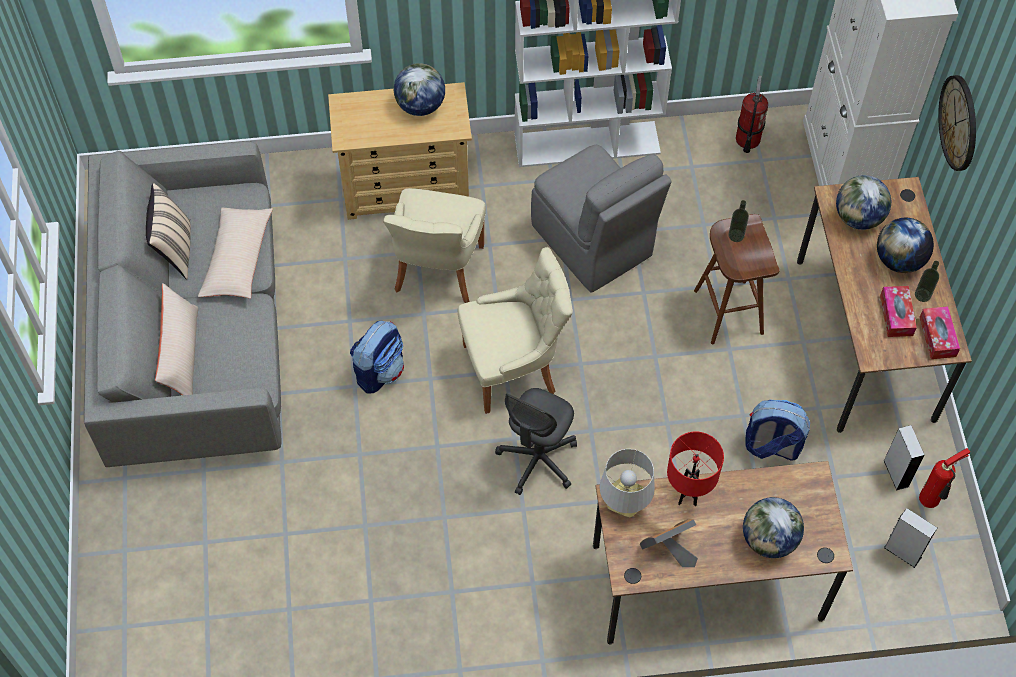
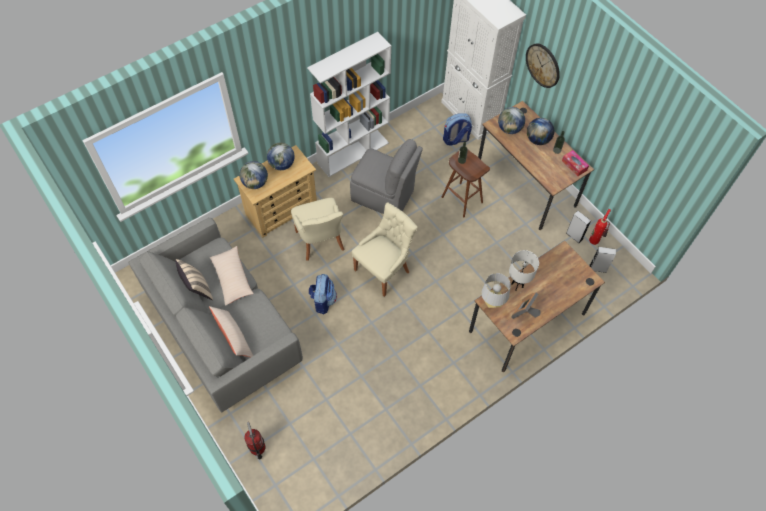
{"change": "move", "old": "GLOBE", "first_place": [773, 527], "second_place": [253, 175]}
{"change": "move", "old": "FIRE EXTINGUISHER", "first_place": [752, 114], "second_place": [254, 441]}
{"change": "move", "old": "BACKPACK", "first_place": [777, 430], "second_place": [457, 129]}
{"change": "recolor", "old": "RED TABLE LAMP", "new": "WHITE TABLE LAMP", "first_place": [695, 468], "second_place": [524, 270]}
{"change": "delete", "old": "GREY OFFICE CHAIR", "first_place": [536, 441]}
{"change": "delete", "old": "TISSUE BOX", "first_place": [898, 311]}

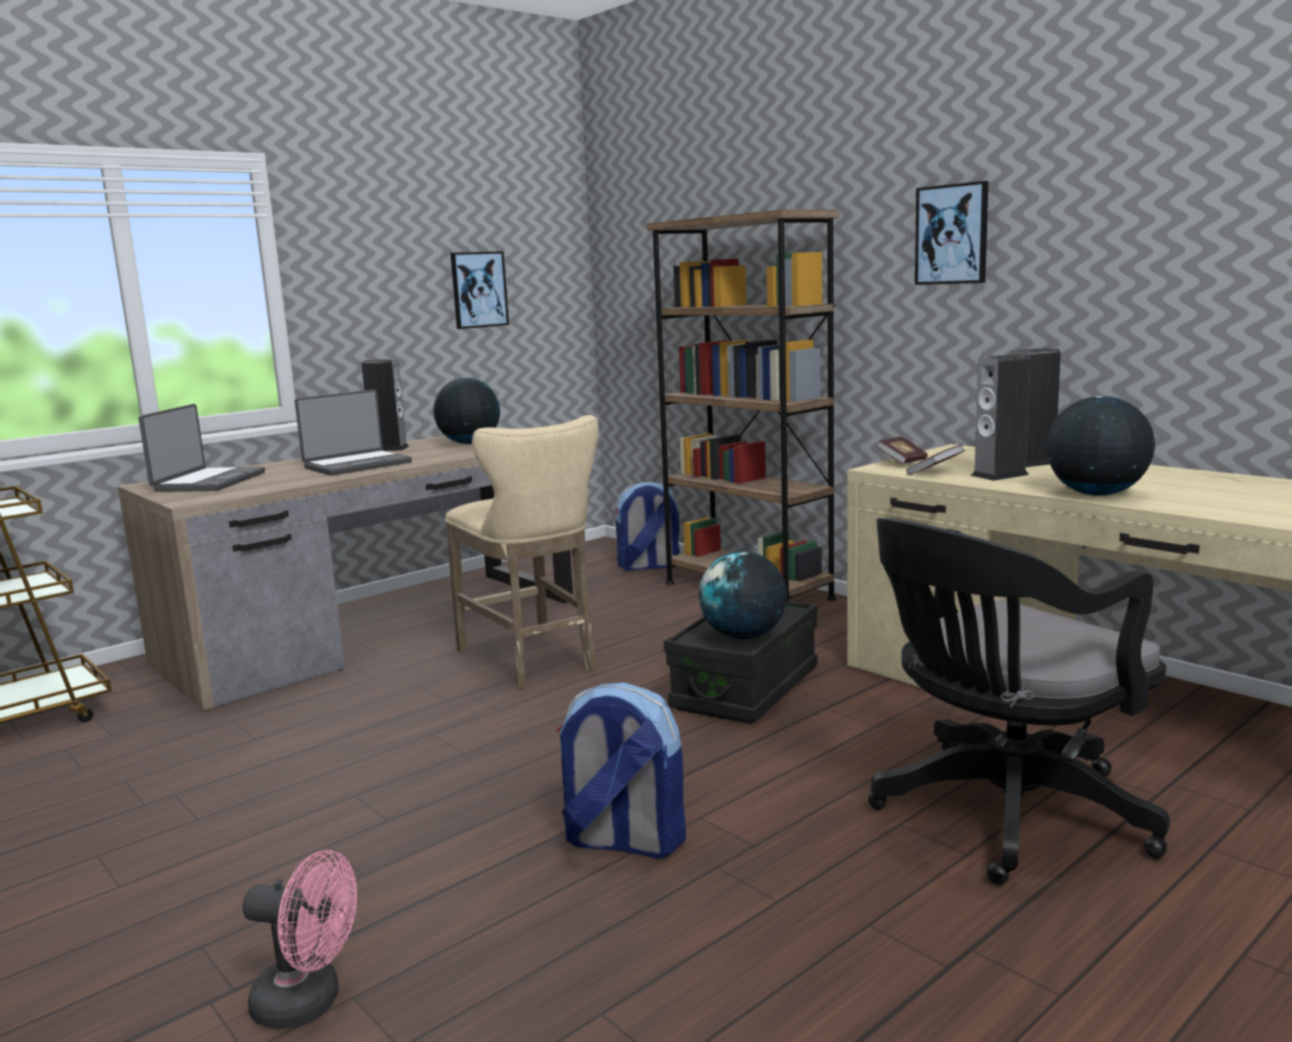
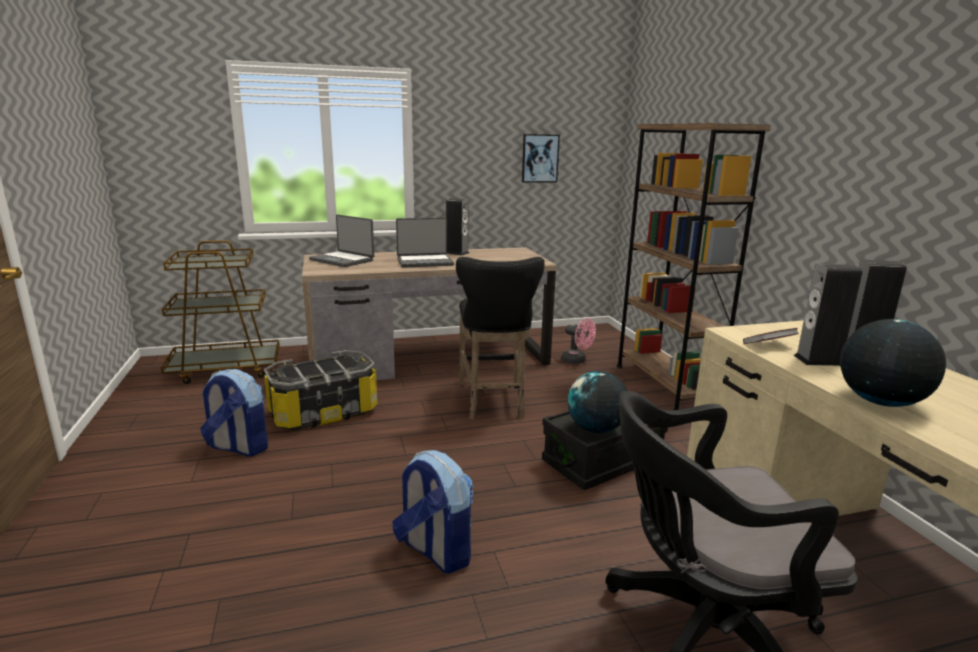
{"change": "move", "old": "BACKPACK", "first_place": [647, 526], "second_place": [234, 413]}
{"change": "insert", "new": "STORAGE BOX", "second_place": [320, 390]}
{"change": "rotate", "old": "LAPTOP", "first_place": [202, 448], "second_place": [341, 241], "degrees": 90}
{"change": "recolor", "old": "BEIGE STOOL", "new": "BLACK STOOL", "first_place": [522, 552], "second_place": [500, 338]}
{"change": "move", "old": "PINK FAN", "first_place": [300, 939], "second_place": [578, 341]}
{"change": "delete", "old": "GLOBE", "first_place": [467, 410]}
{"change": "delete", "old": "BOOK", "first_place": [902, 450]}
{"change": "delete", "old": "PICTURE", "first_place": [951, 233]}

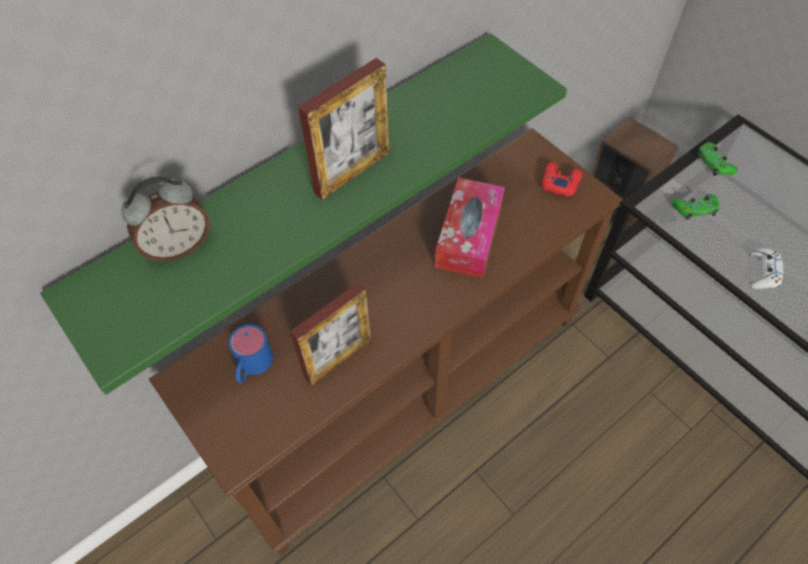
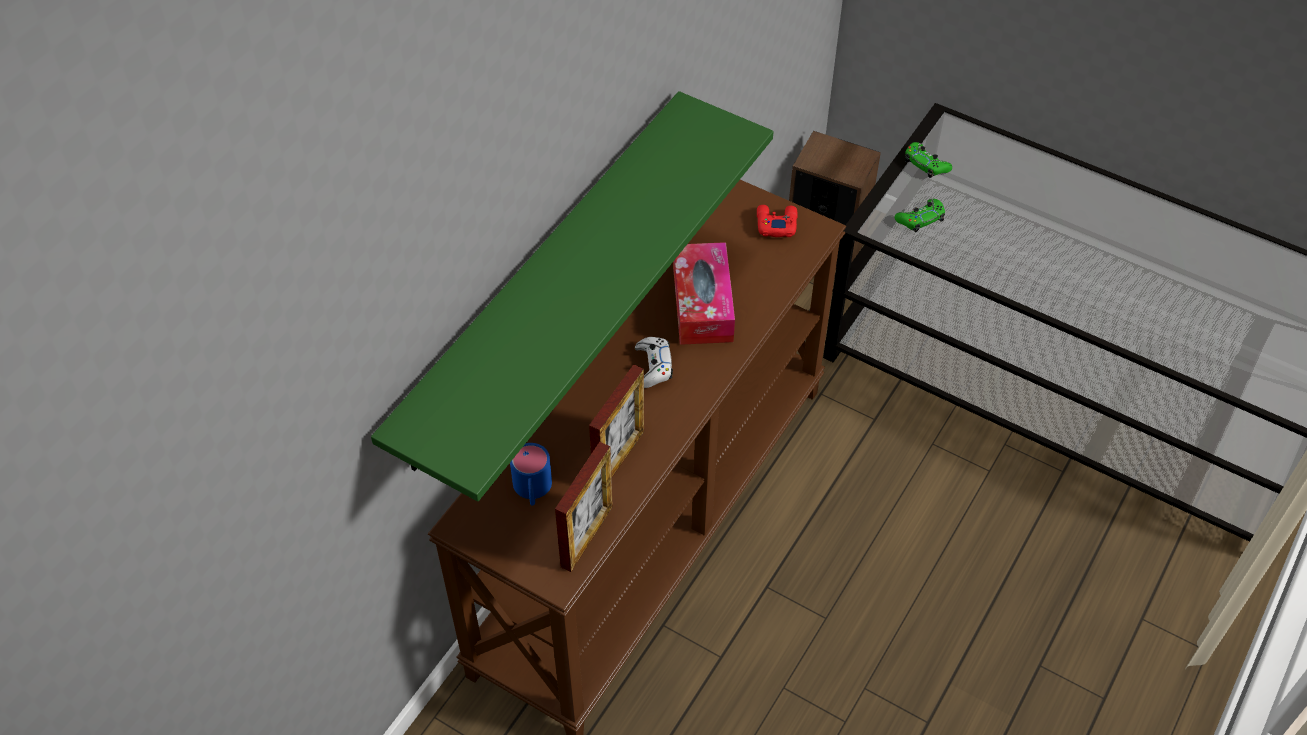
{"change": "move", "old": "PICTURE FRAME", "first_place": [343, 129], "second_place": [584, 507]}
{"change": "move", "old": "WHITE GAME CONTROLLER", "first_place": [766, 268], "second_place": [654, 362]}
{"change": "delete", "old": "ALARM CLOCK", "first_place": [165, 219]}

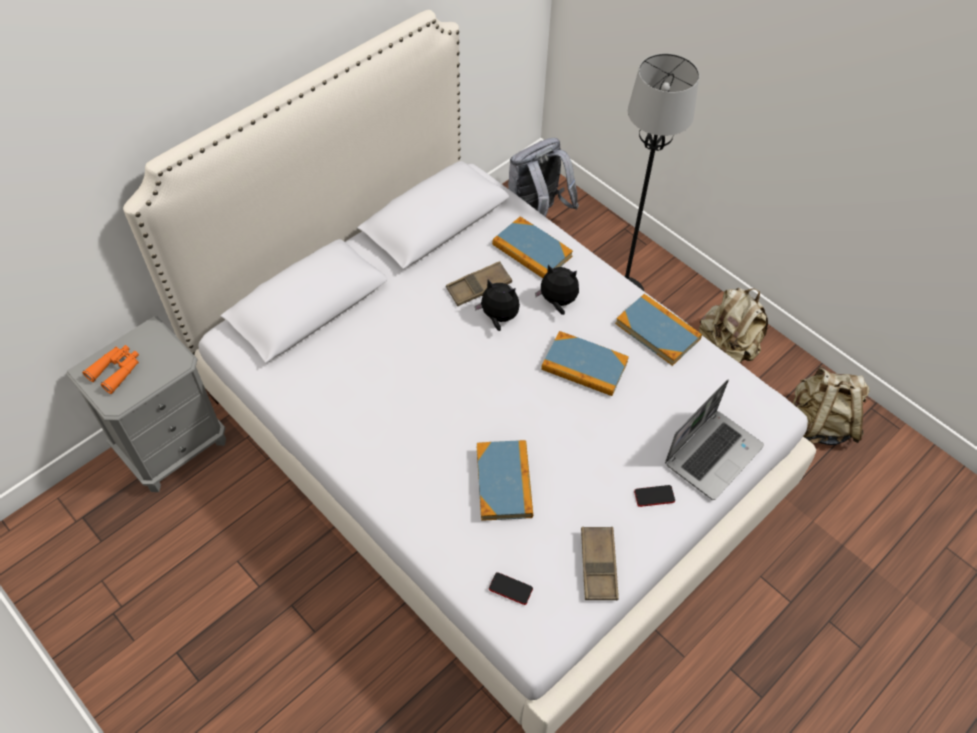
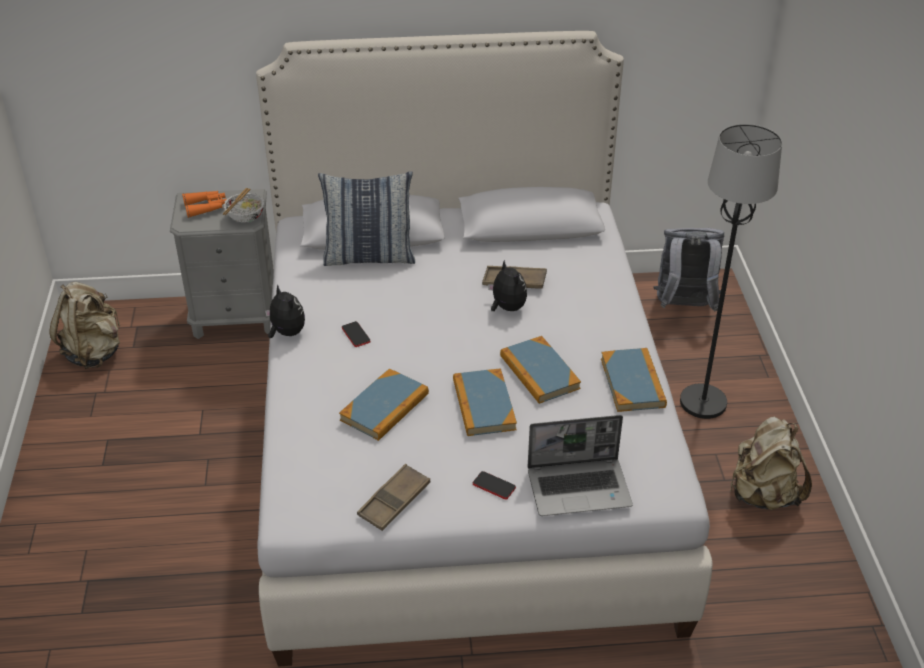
{"change": "move", "old": "BEIGE BACKPACK", "first_place": [831, 405], "second_place": [84, 325]}
{"change": "insert", "new": "BOWL", "second_place": [244, 205]}
{"change": "move", "old": "PLUSH TOY", "first_place": [557, 290], "second_place": [285, 311]}
{"change": "insert", "new": "PILLOW", "second_place": [366, 218]}
{"change": "move", "old": "PHONE", "first_place": [511, 588], "second_place": [356, 334]}
{"change": "move", "old": "BOOK", "first_place": [532, 247], "second_place": [485, 402]}

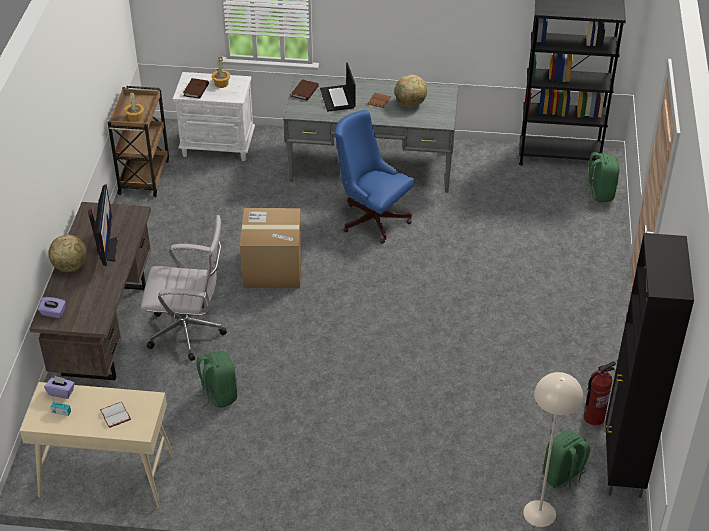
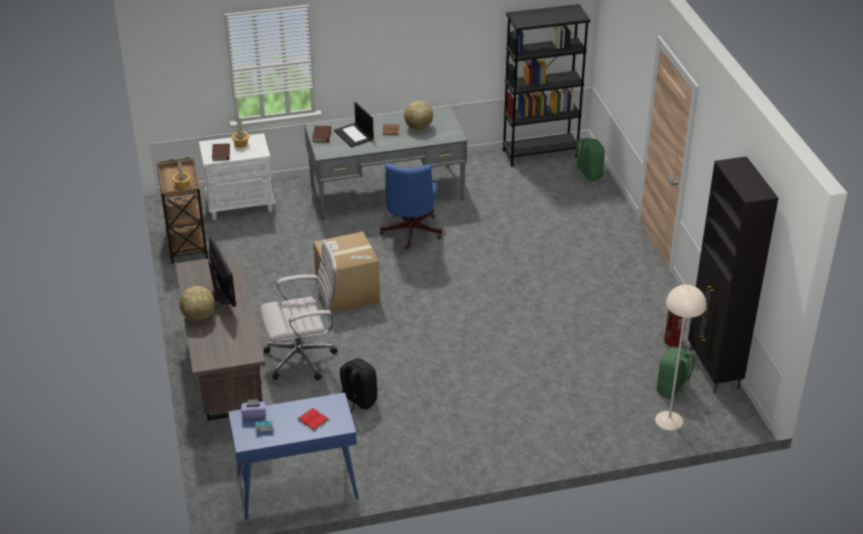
{"change": "recolor", "old": "BEIGE CONSOLE TABLE", "new": "BLUE CONSOLE TABLE", "first_place": [97, 445], "second_place": [293, 456]}
{"change": "recolor", "old": "WHITE BOOK", "new": "RED BOOK", "first_place": [115, 415], "second_place": [313, 419]}
{"change": "recolor", "old": "GREEN BACKPACK", "new": "BLACK BACKPACK", "first_place": [215, 379], "second_place": [359, 385]}
{"change": "rotate", "old": "BLUE OFFICE CHAIR", "first_place": [374, 177], "second_place": [410, 206], "degrees": -105}
{"change": "delete", "old": "PURPLE TISSUE BOX", "first_place": [52, 307]}

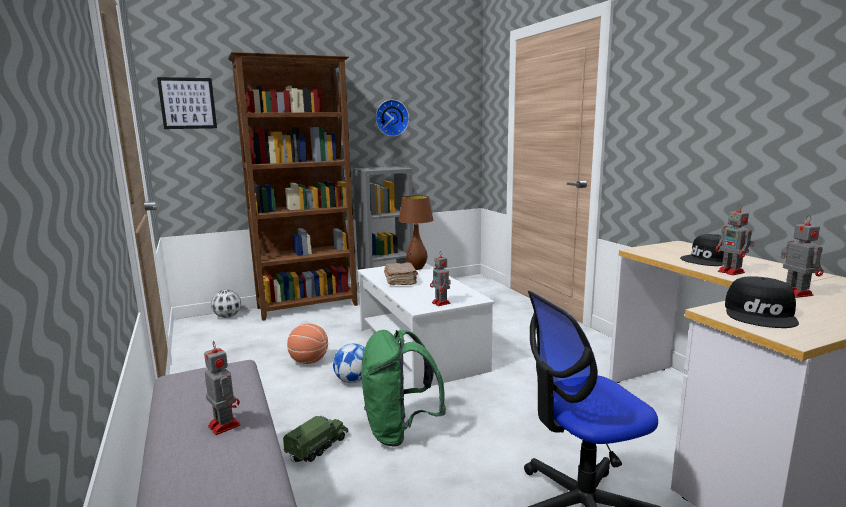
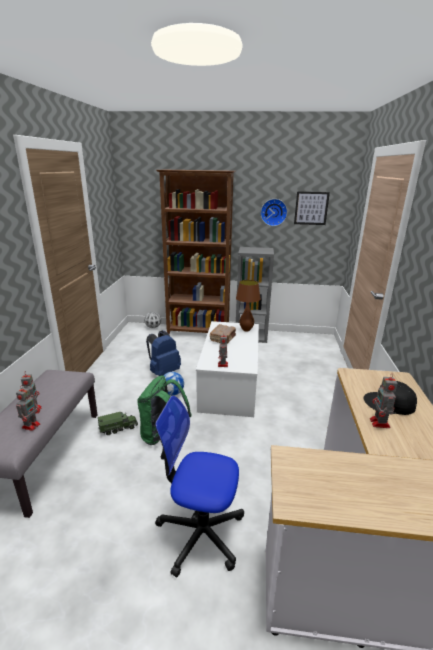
{"change": "move", "old": "TOY ROBOT", "first_place": [802, 256], "second_place": [28, 408]}
{"change": "replace", "old": "BASKETBALL", "new": "BLUE BACKPACK", "first_place": [307, 344], "second_place": [163, 353]}
{"change": "move", "old": "PICTURE", "first_place": [187, 103], "second_place": [312, 208]}
{"change": "delete", "old": "BLACK CAP", "first_place": [762, 302]}

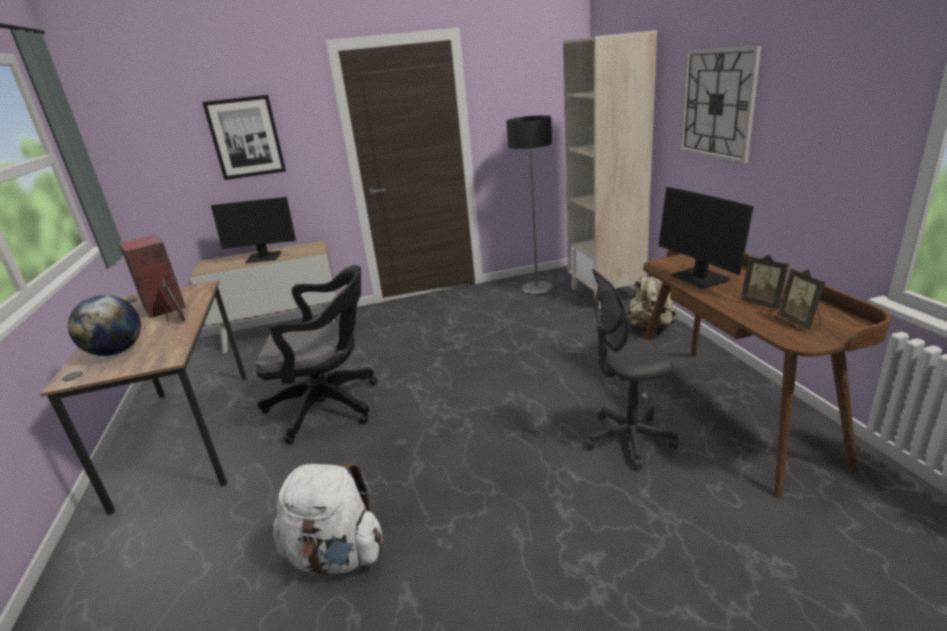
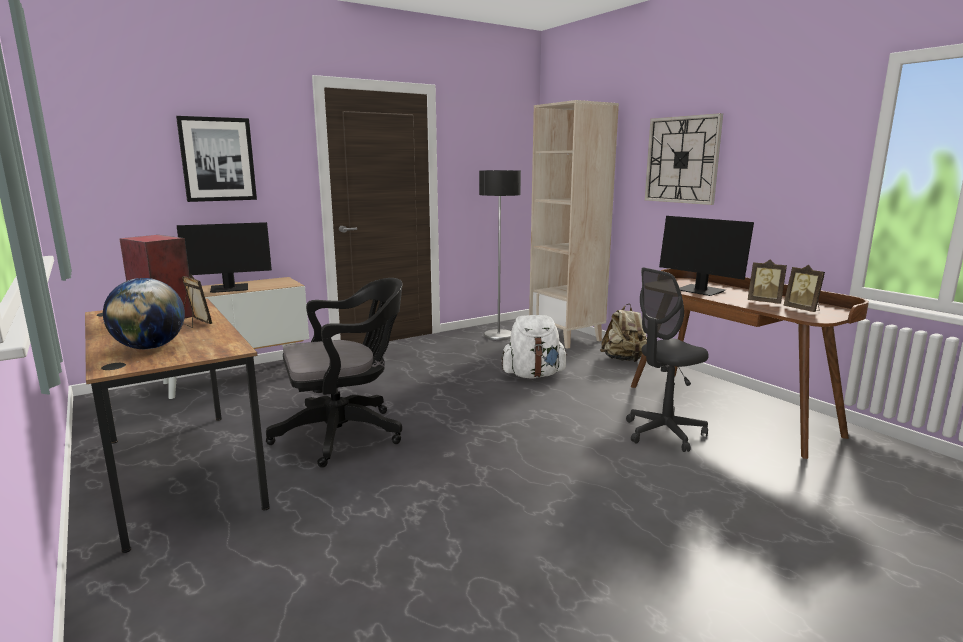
{"change": "move", "old": "WHITE BACKPACK", "first_place": [328, 519], "second_place": [534, 347]}

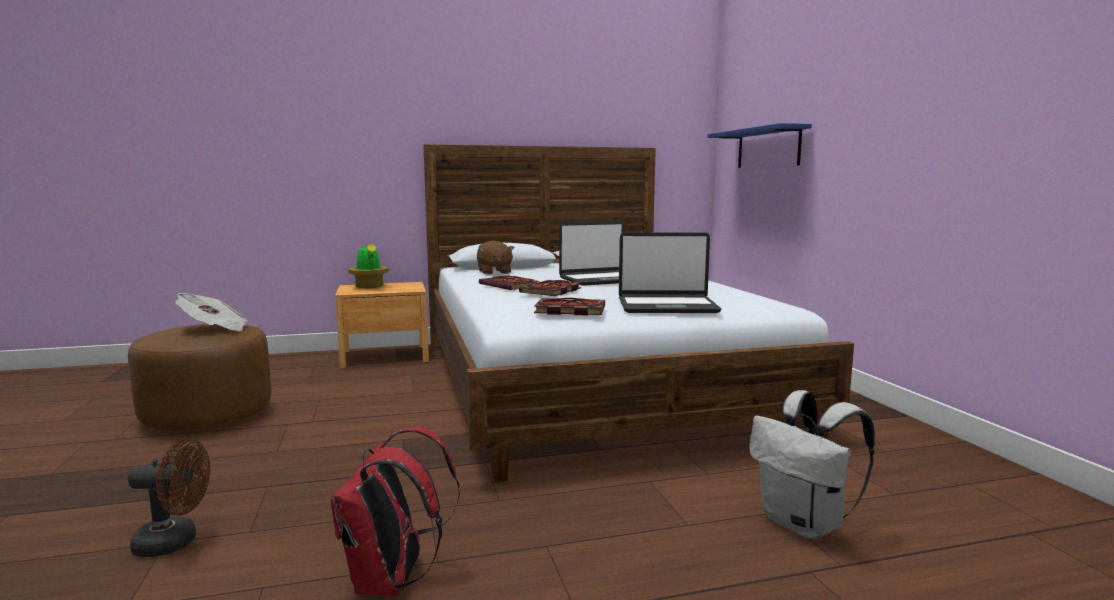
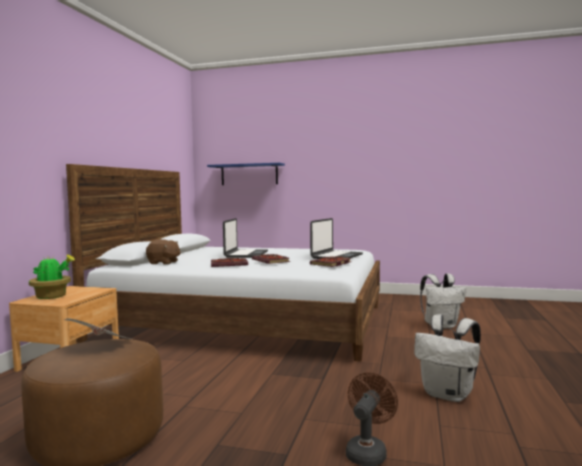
{"change": "recolor", "old": "RED BACKPACK", "new": "WHITE BACKPACK", "first_place": [395, 511], "second_place": [447, 358]}

